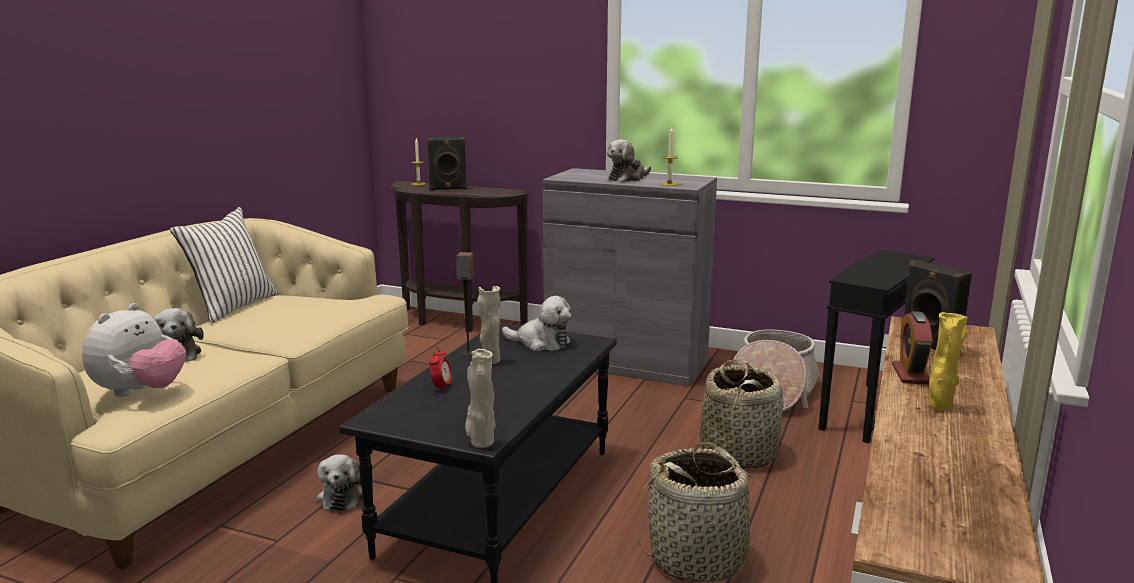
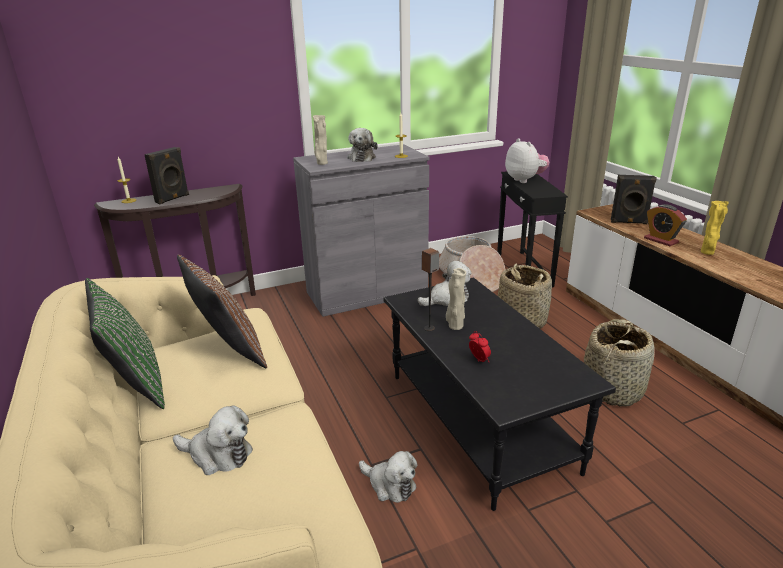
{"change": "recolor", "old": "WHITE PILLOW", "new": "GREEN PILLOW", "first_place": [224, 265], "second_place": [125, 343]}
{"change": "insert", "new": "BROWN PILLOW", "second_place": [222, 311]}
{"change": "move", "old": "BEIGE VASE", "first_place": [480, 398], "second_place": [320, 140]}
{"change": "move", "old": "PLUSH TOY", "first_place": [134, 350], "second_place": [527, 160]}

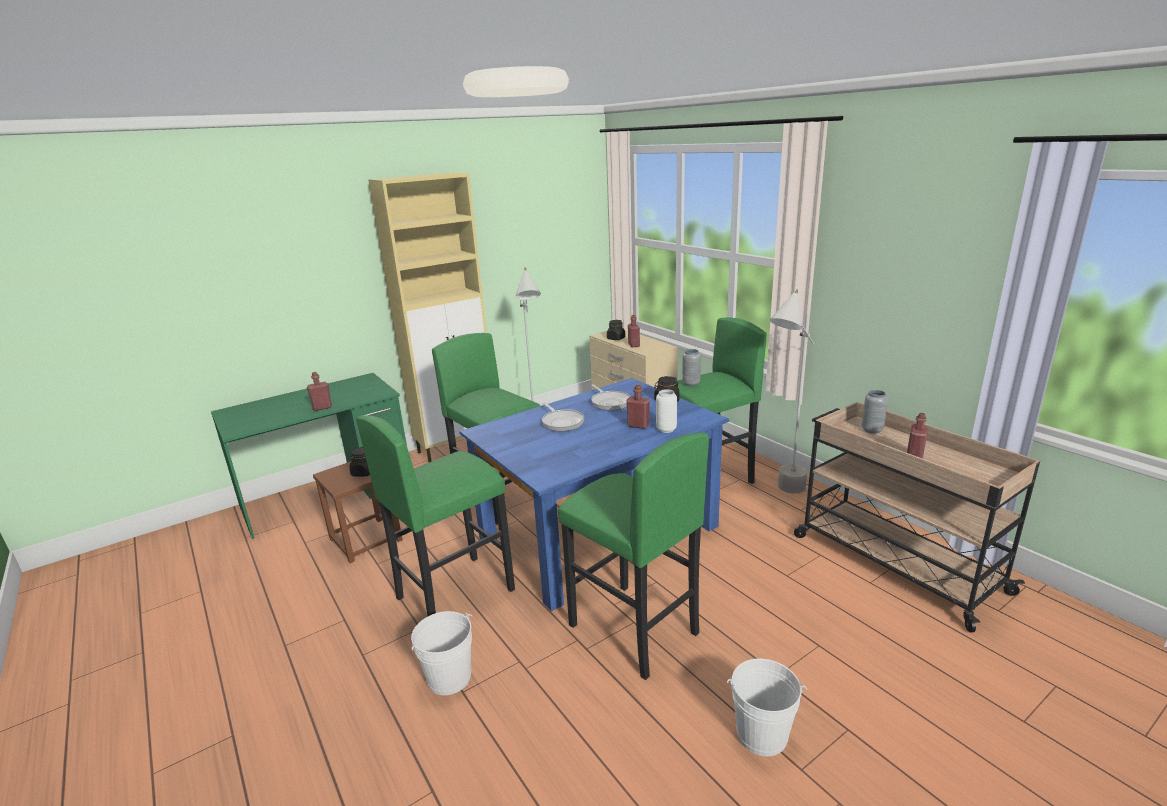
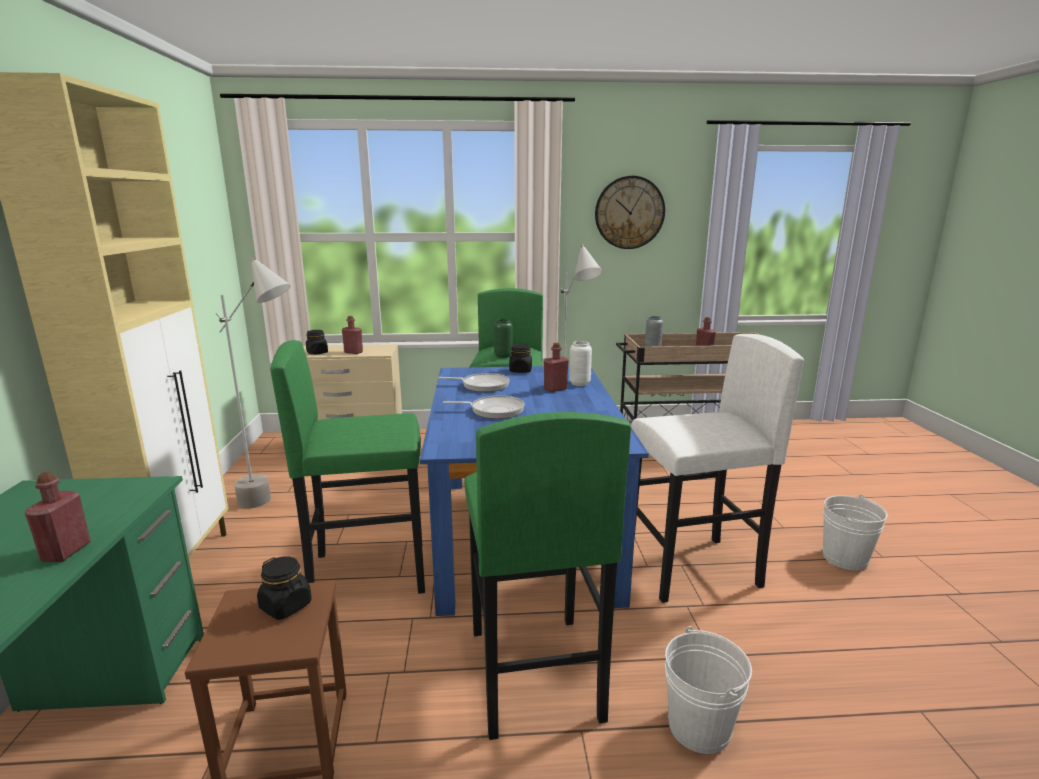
{"change": "recolor", "old": "GREY VASE", "new": "GREEN VASE", "first_place": [691, 367], "second_place": [503, 338]}
{"change": "insert", "new": "WALL CLOCK", "second_place": [630, 212]}
{"change": "recolor", "old": "GREEN STOOL", "new": "WHITE STOOL", "first_place": [633, 556], "second_place": [718, 468]}

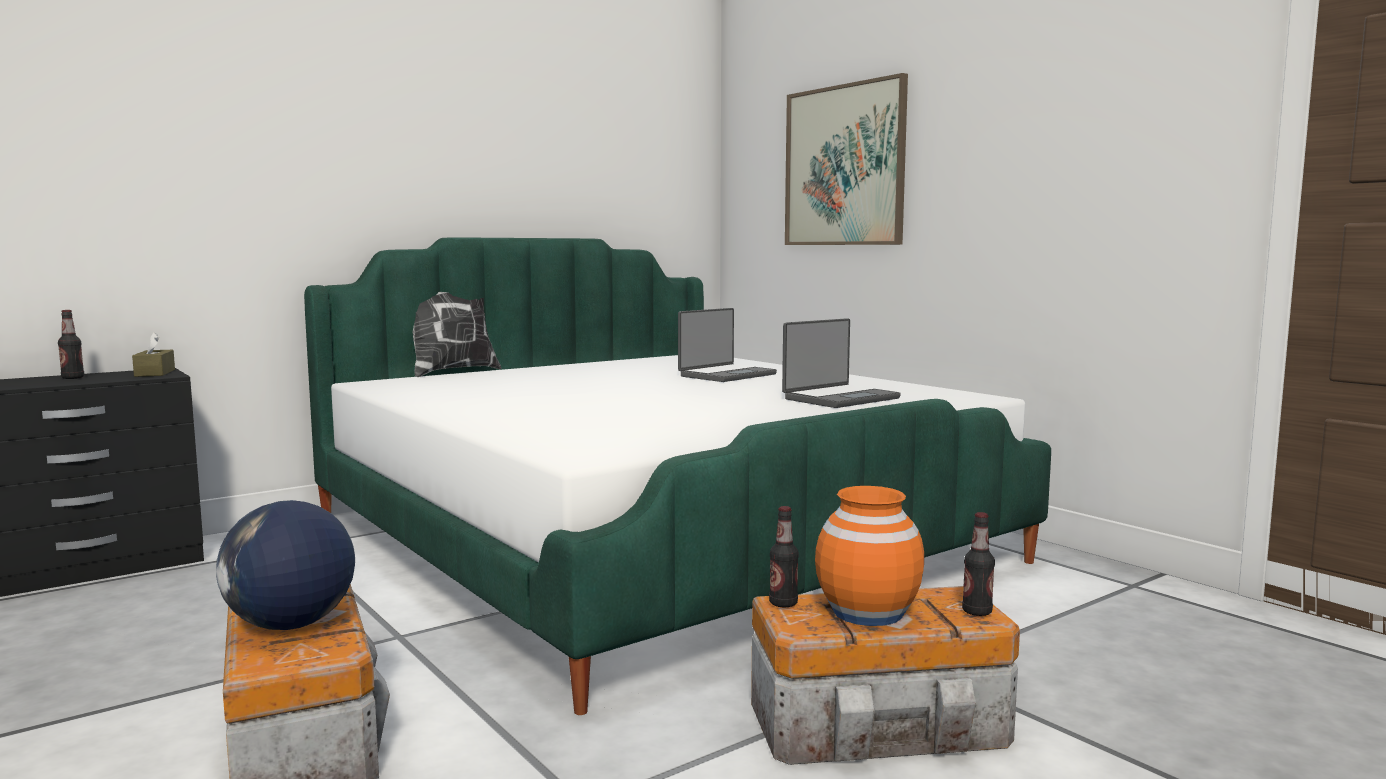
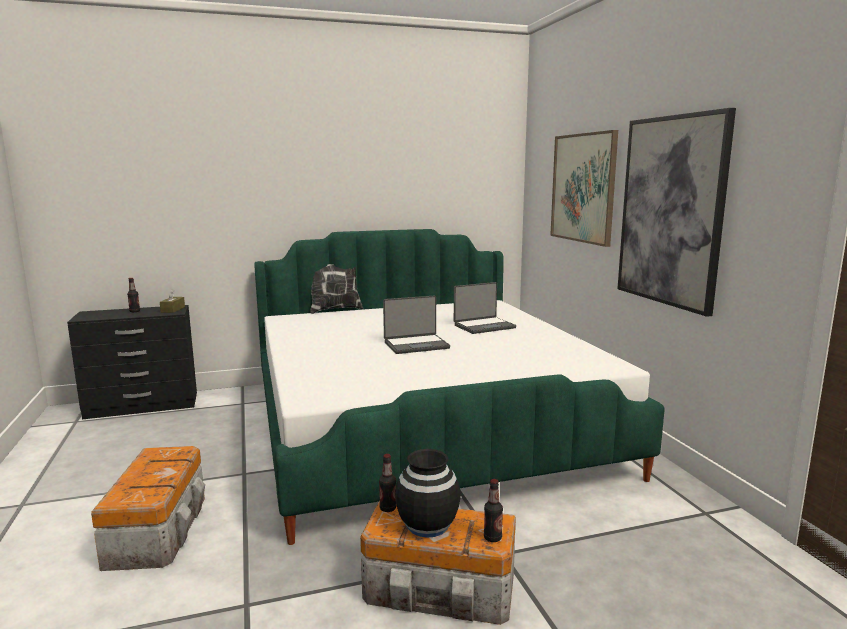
{"change": "move", "old": "LAPTOP", "first_place": [841, 363], "second_place": [416, 324]}
{"change": "recolor", "old": "ORANGE VASE", "new": "BLACK VASE", "first_place": [869, 556], "second_place": [428, 493]}
{"change": "insert", "new": "PICTURE", "second_place": [676, 212]}
{"change": "delete", "old": "GLOBE", "first_place": [285, 565]}

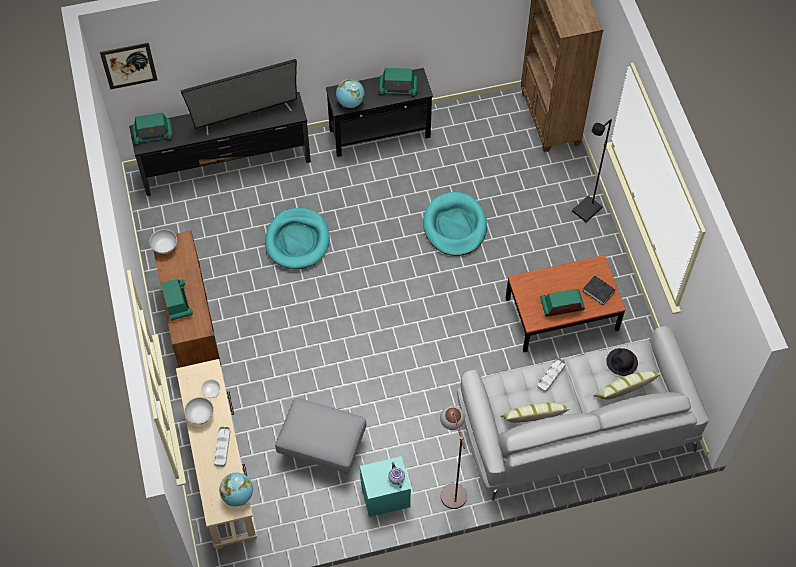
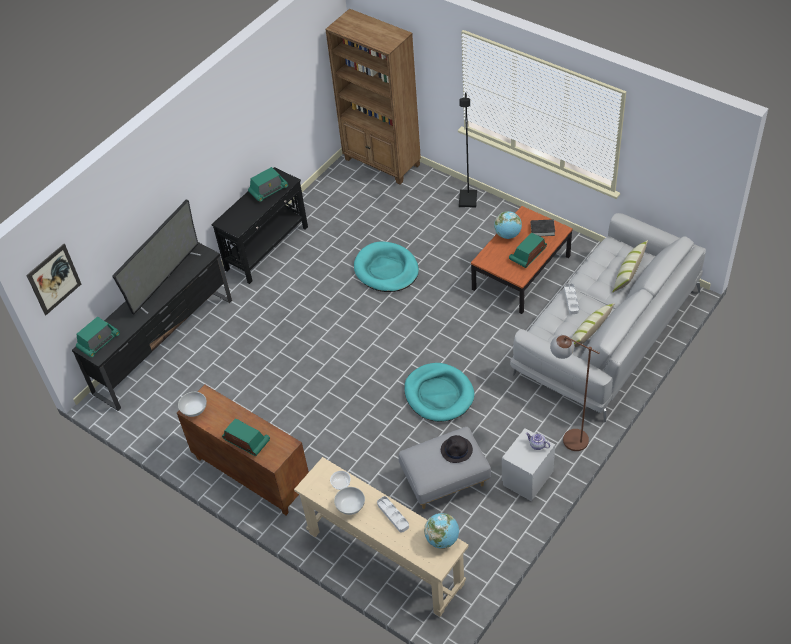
{"change": "move", "old": "TURQUOISE DOG BED", "first_place": [297, 238], "second_place": [439, 392]}
{"change": "move", "old": "BLACK HAT", "first_place": [622, 362], "second_place": [457, 449]}
{"change": "move", "old": "GLOBE", "first_place": [350, 93], "second_place": [508, 225]}
{"change": "recolor", "old": "TURQUOISE NIGHTSTAND", "new": "GREY NIGHTSTAND", "first_place": [385, 486], "second_place": [528, 464]}

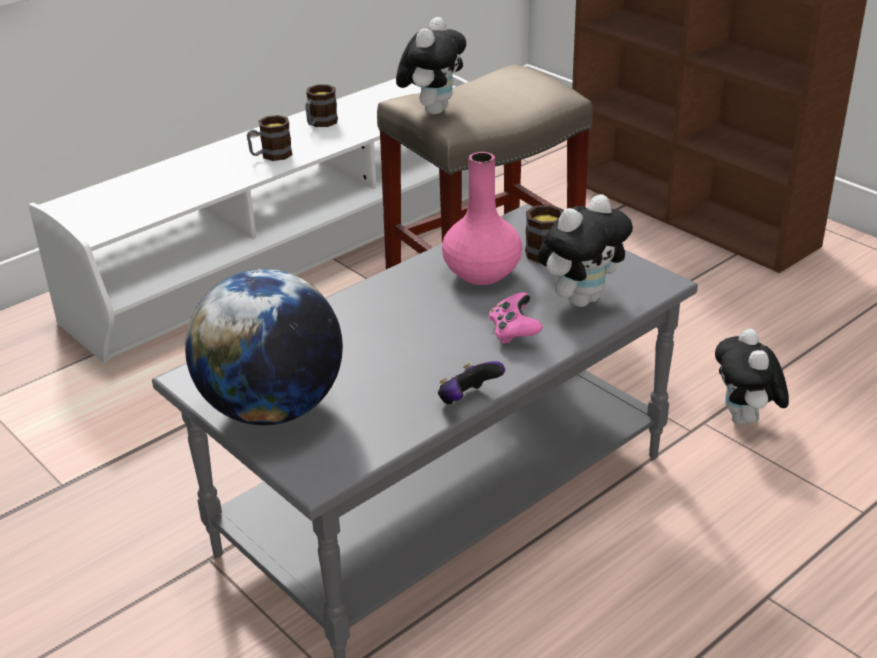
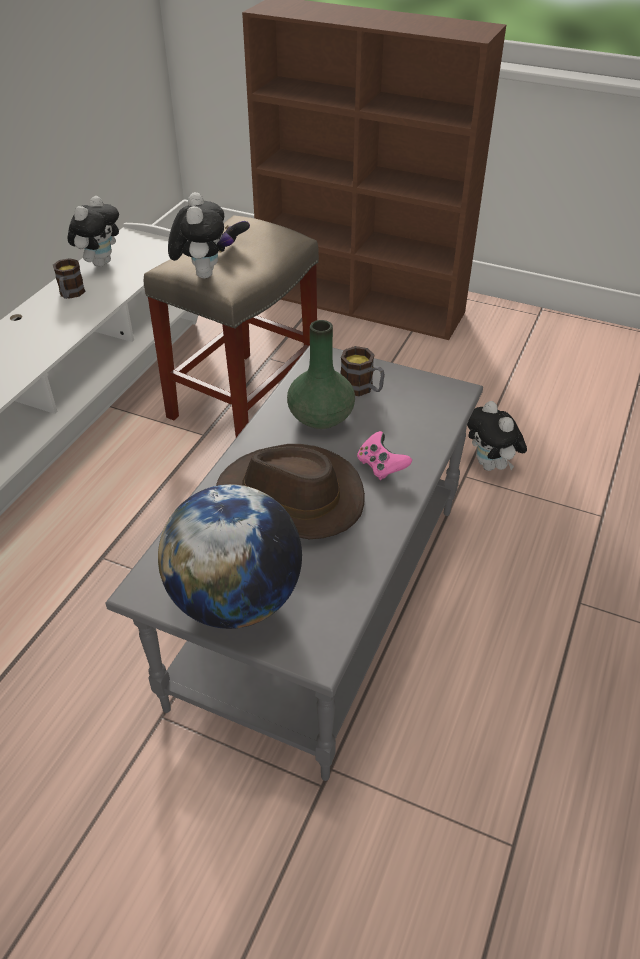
{"change": "move", "old": "PLUSH TOY", "first_place": [585, 250], "second_place": [93, 231]}
{"change": "insert", "new": "BROWN HAT", "second_place": [290, 491]}
{"change": "move", "old": "GAME CONTROLLER", "first_place": [471, 382], "second_place": [233, 237]}
{"change": "recolor", "old": "PINK VASE", "new": "GREEN VASE", "first_place": [482, 218], "second_place": [321, 374]}
{"change": "delete", "old": "MUG", "first_place": [270, 138]}

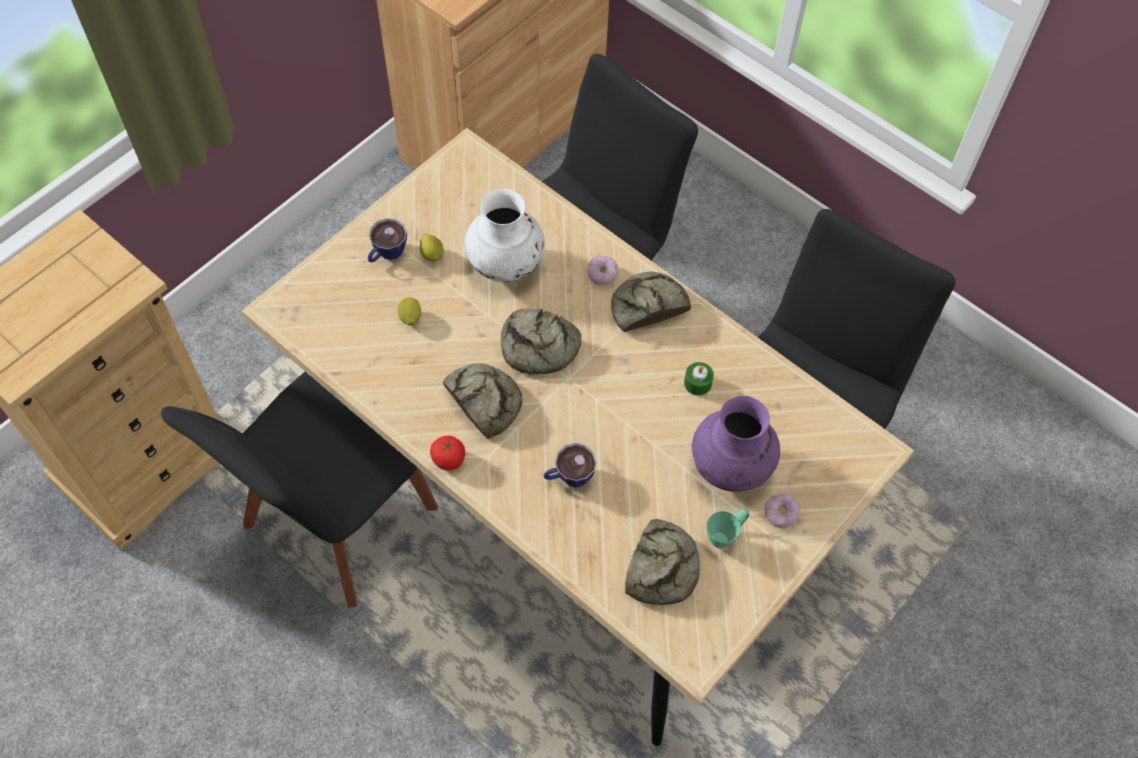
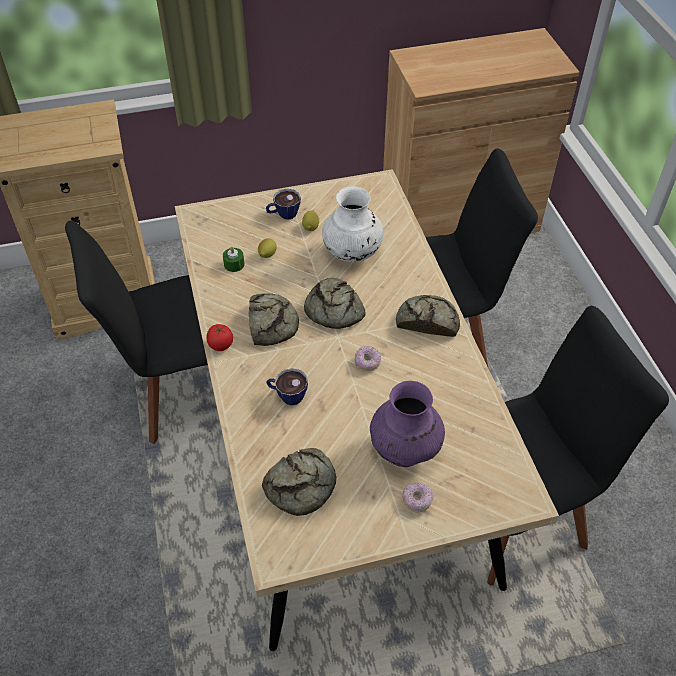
{"change": "move", "old": "GREEN CANDLE", "first_place": [699, 379], "second_place": [233, 259]}
{"change": "move", "old": "DONUT", "first_place": [603, 271], "second_place": [368, 358]}
{"change": "delete", "old": "GREEN MUG", "first_place": [727, 528]}

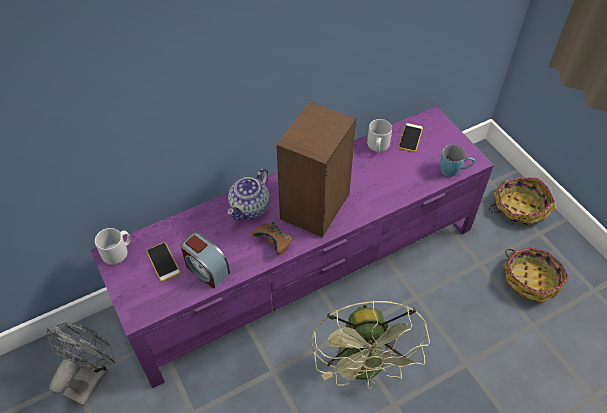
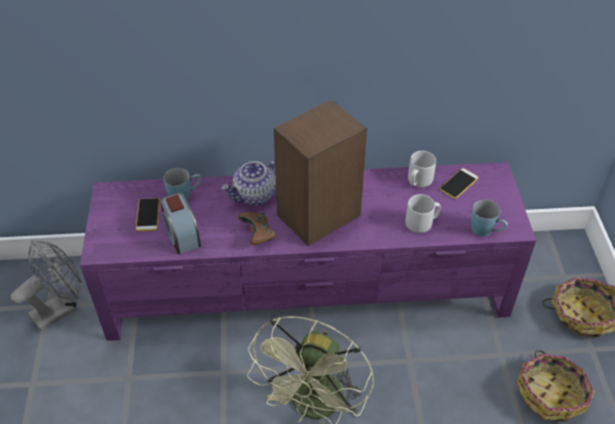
{"change": "insert", "new": "BLUE MUG", "second_place": [182, 184]}
{"change": "move", "old": "GREY MUG", "first_place": [113, 246], "second_place": [423, 213]}

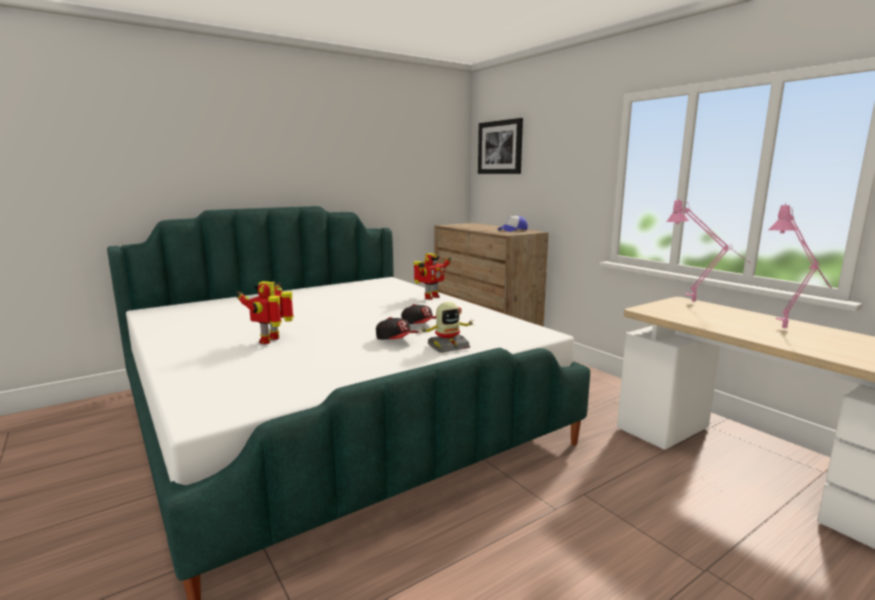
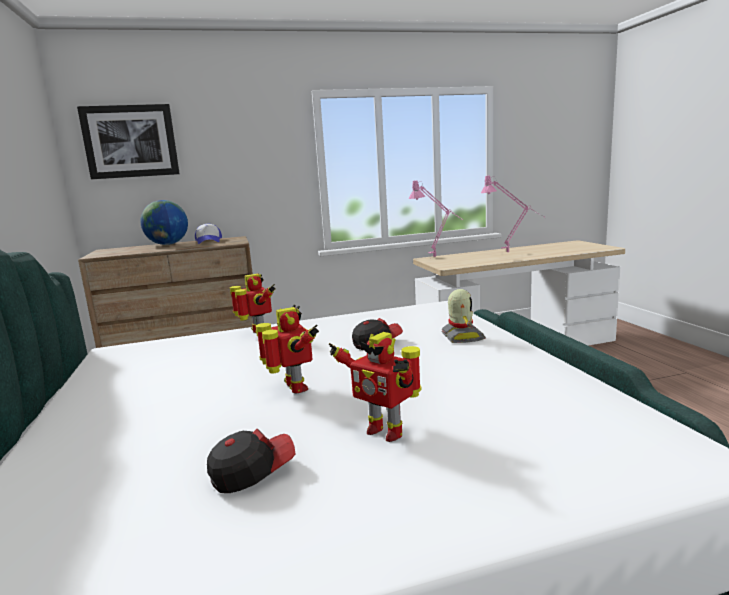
{"change": "insert", "new": "GLOBE", "second_place": [164, 222]}
{"change": "move", "old": "CAP", "first_place": [397, 328], "second_place": [251, 461]}
{"change": "insert", "new": "TOY ROBOT", "second_place": [287, 349]}

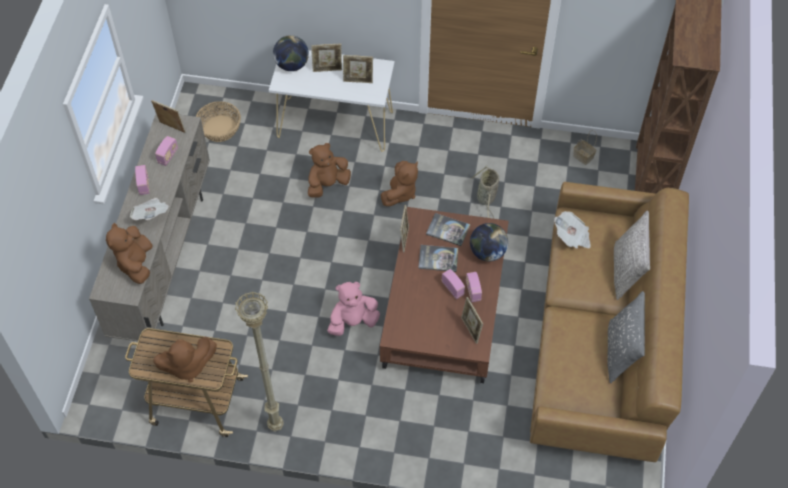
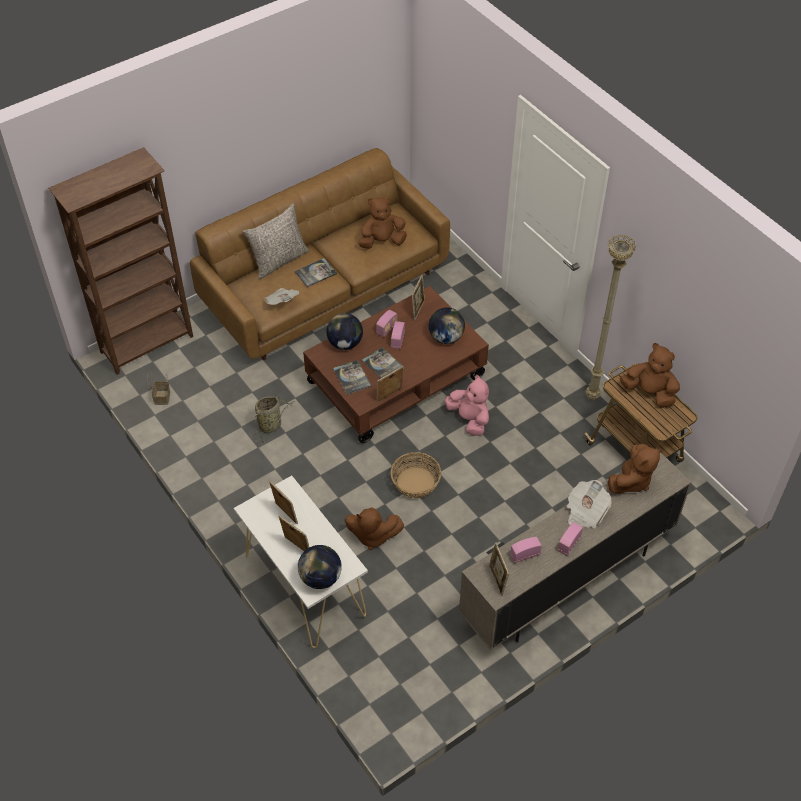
{"change": "insert", "new": "BOOK", "second_place": [316, 272]}
{"change": "move", "old": "BROWN PLUSH TOY", "first_place": [399, 183], "second_place": [382, 223]}
{"change": "move", "old": "BASKET", "first_place": [218, 121], "second_place": [415, 475]}
{"change": "insert", "new": "GLOBE", "second_place": [447, 325]}
{"change": "rotate", "old": "PINK PLUSH TOY", "first_place": [353, 309], "second_place": [467, 405], "degrees": -150}
{"change": "delete", "old": "GREY PILLOW", "first_place": [626, 337]}

